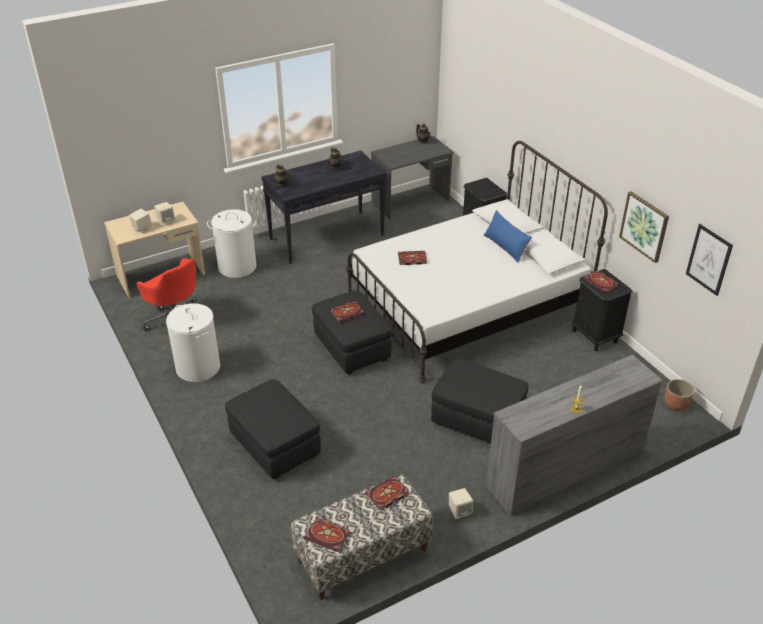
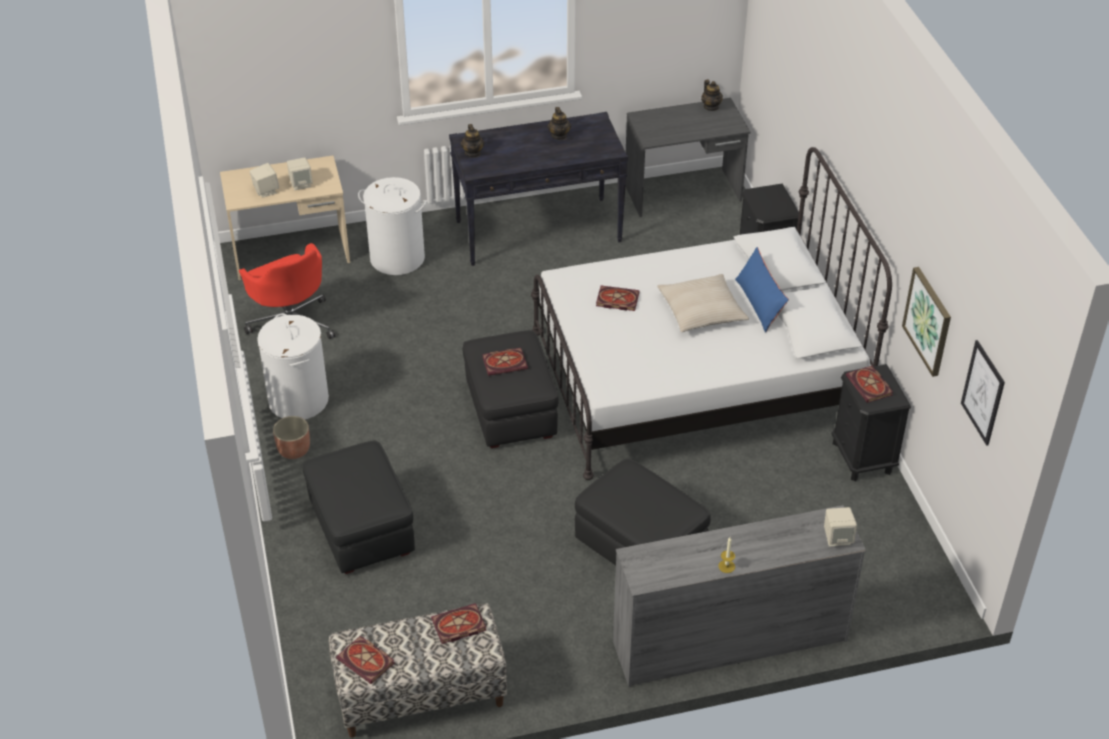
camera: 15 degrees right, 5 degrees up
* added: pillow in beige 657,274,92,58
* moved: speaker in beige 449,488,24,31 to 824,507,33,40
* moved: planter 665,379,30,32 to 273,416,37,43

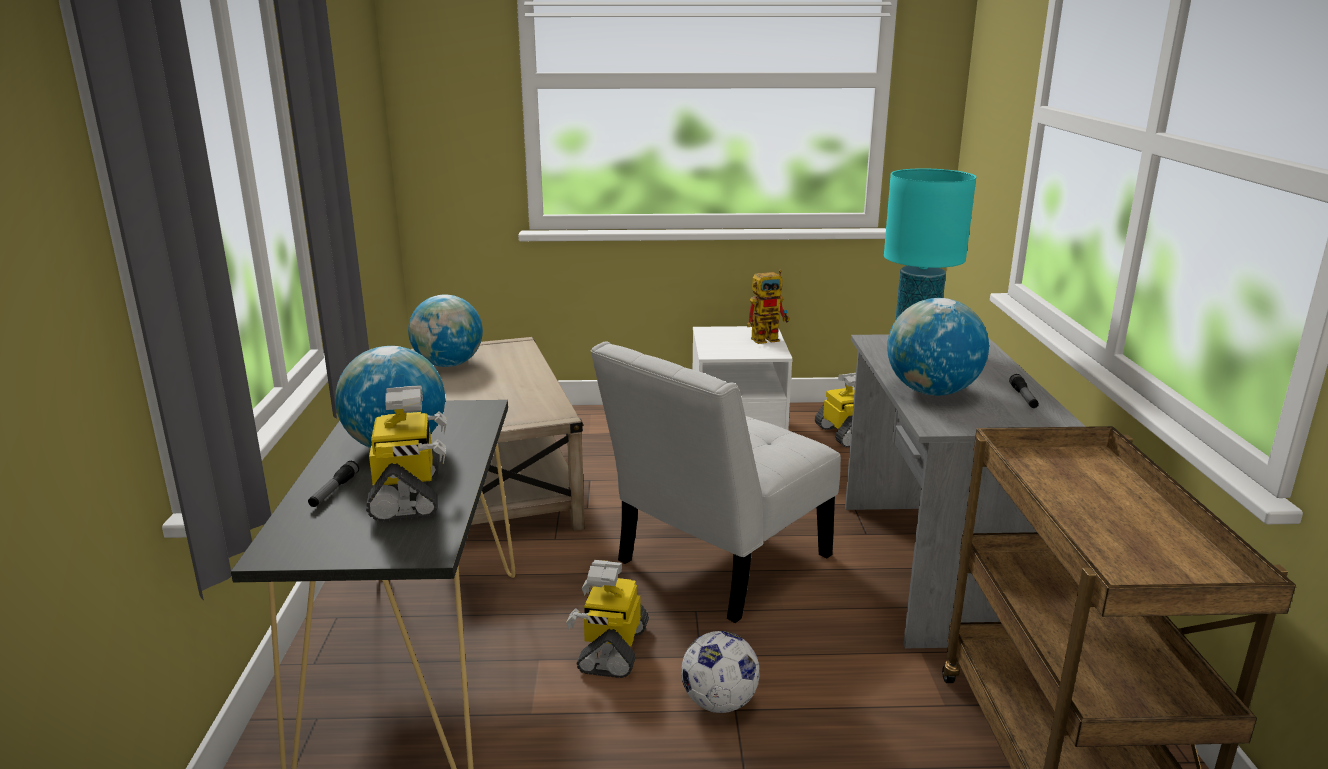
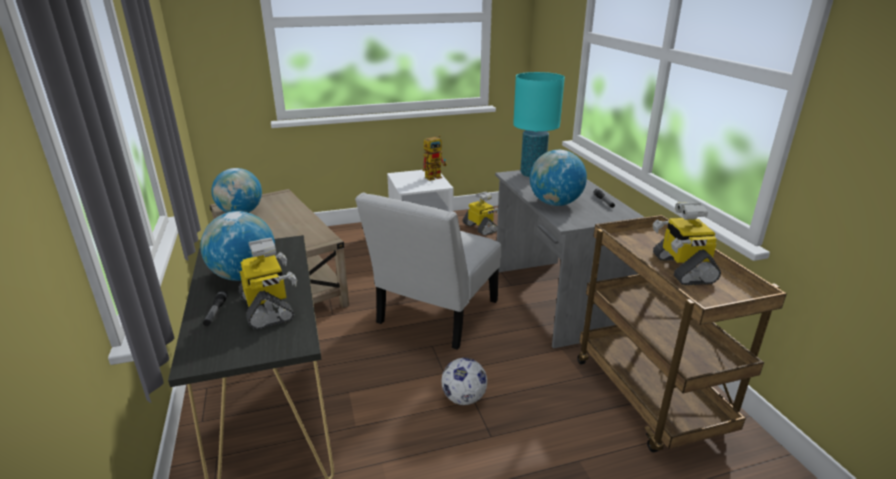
camera: 15 degrees left, 5 degrees up
* moved: toy robot 566,560,83,118 to 653,202,68,83

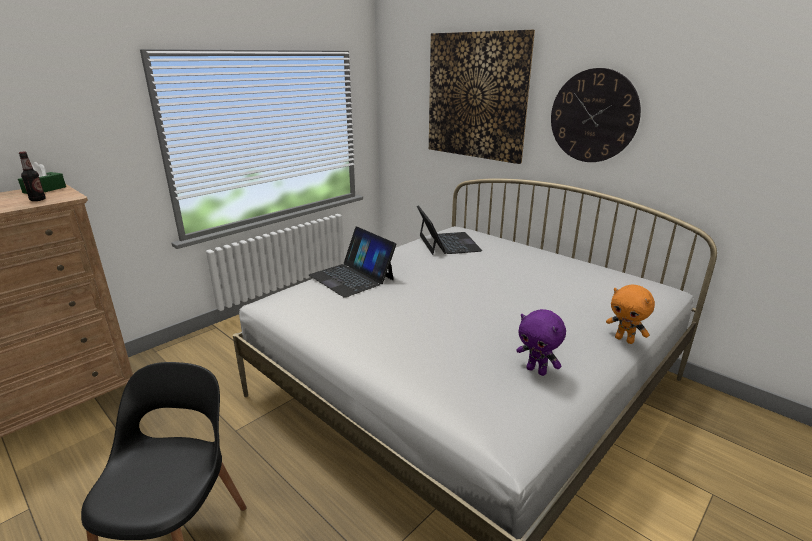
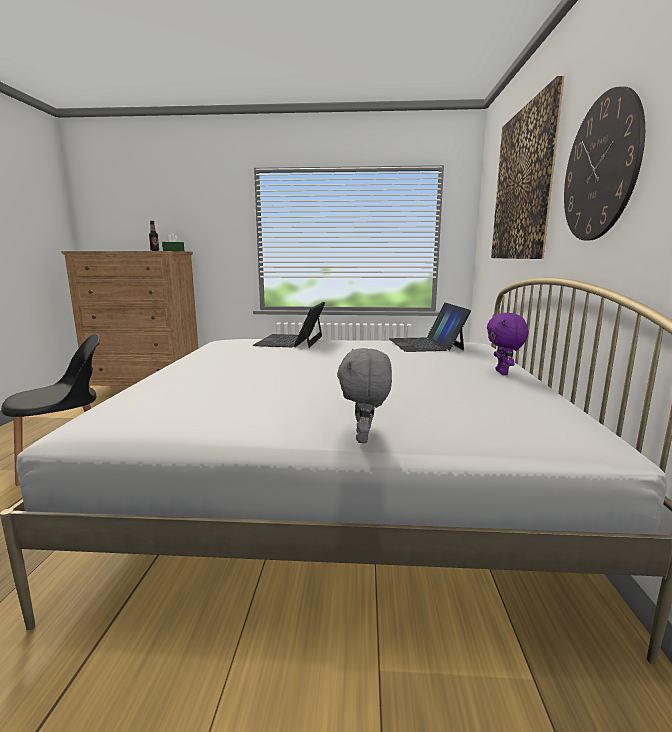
camera: 50 degrees right, 10 degrees down
* moved: plush toy in purple 516,309,50,67 to 487,313,41,62
* recoloured: plush toy in orange 606,284,49,60 to plush toy in grey 337,348,55,95
* turned: laptop 417,205,65,50 = 389,303,82,49 135 degrees clockwise

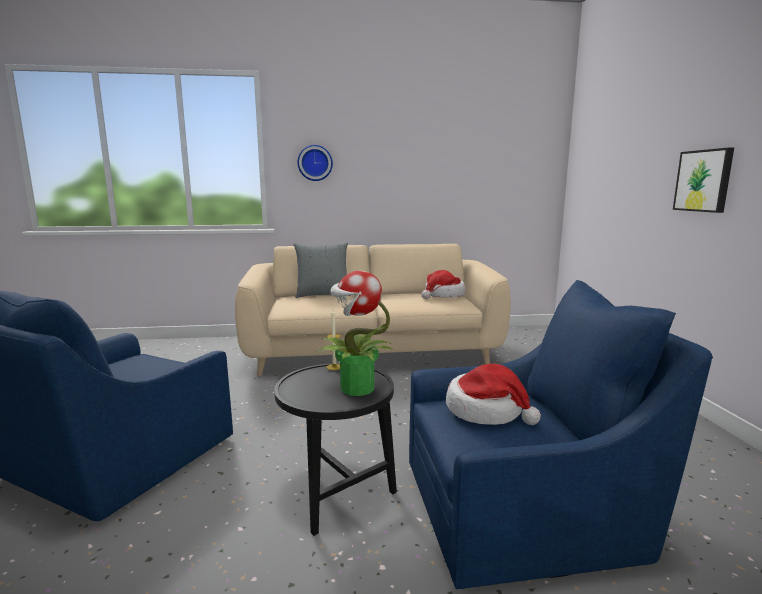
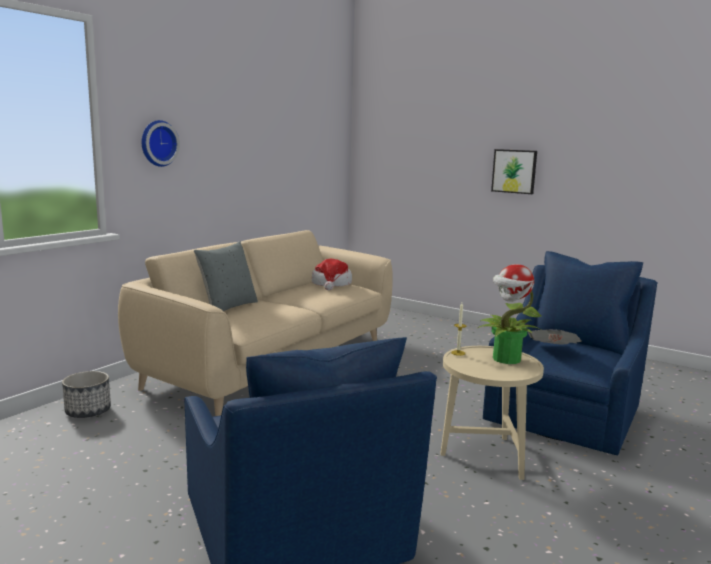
camera: 50 degrees left, 0 degrees up
* added: planter 62,371,49,47
* replaced: hat 446,364,95,61 to newspaper 527,329,55,16
* recoloured: side table in black 274,363,123,173 to side table in beige 440,346,104,134

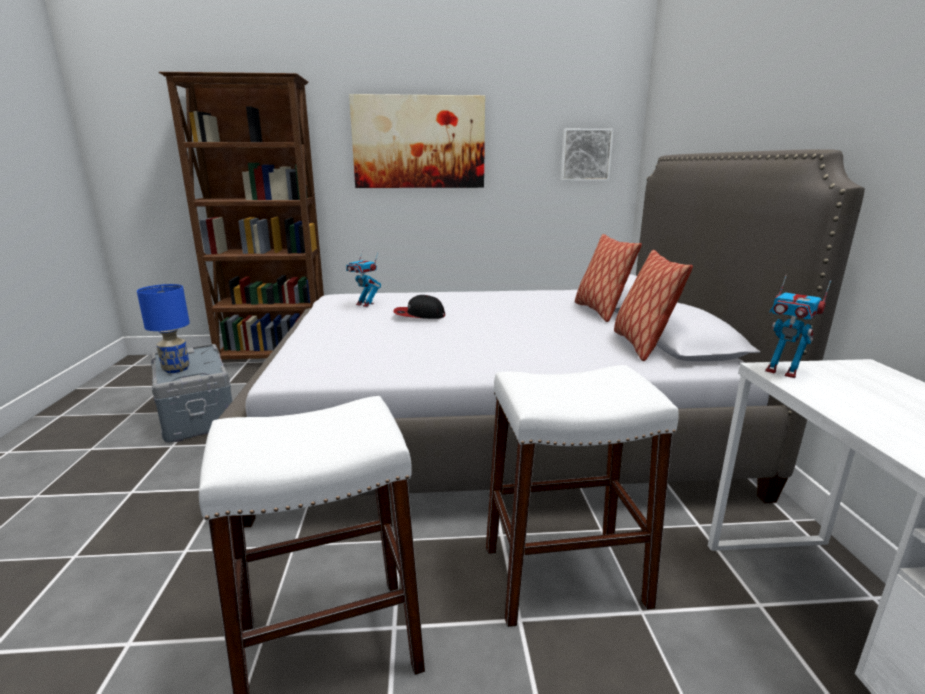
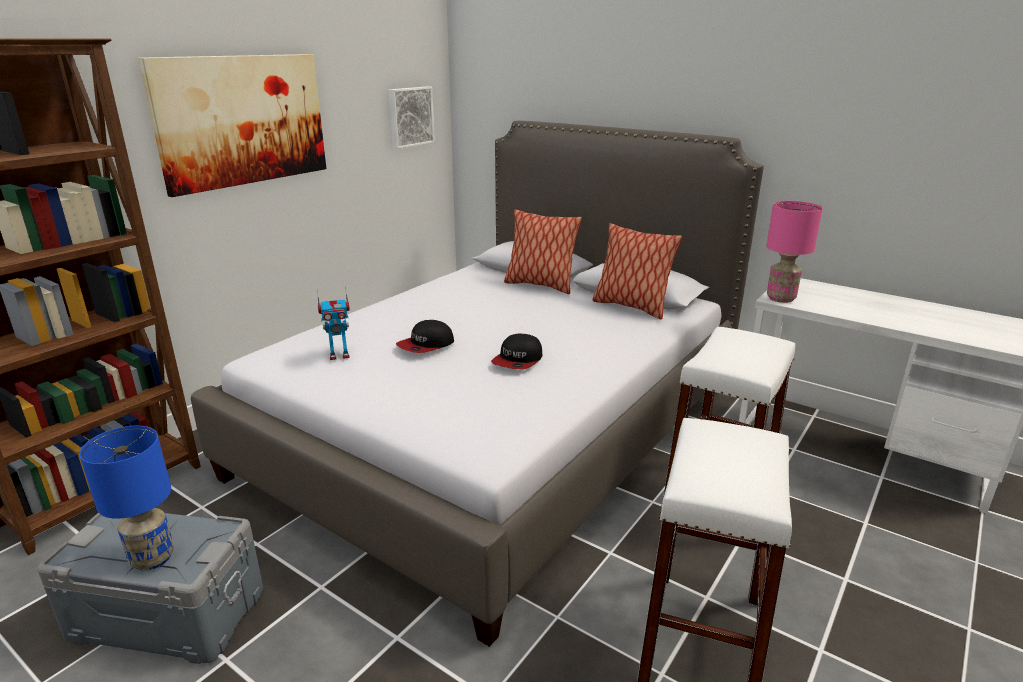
camera: 50 degrees left, 5 degrees up
* added: cap 491,333,51,36
* replaced: toy robot 765,275,66,103 to table lamp in pink 766,201,57,102

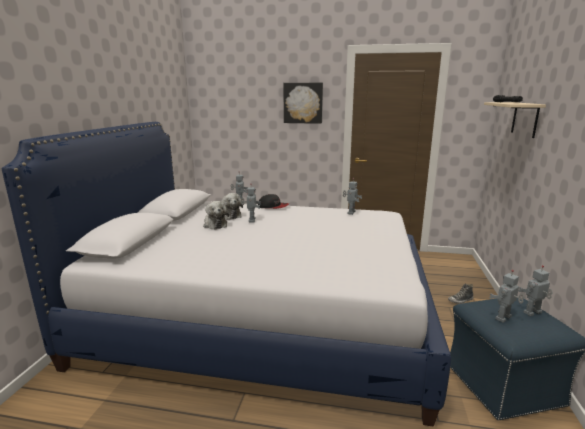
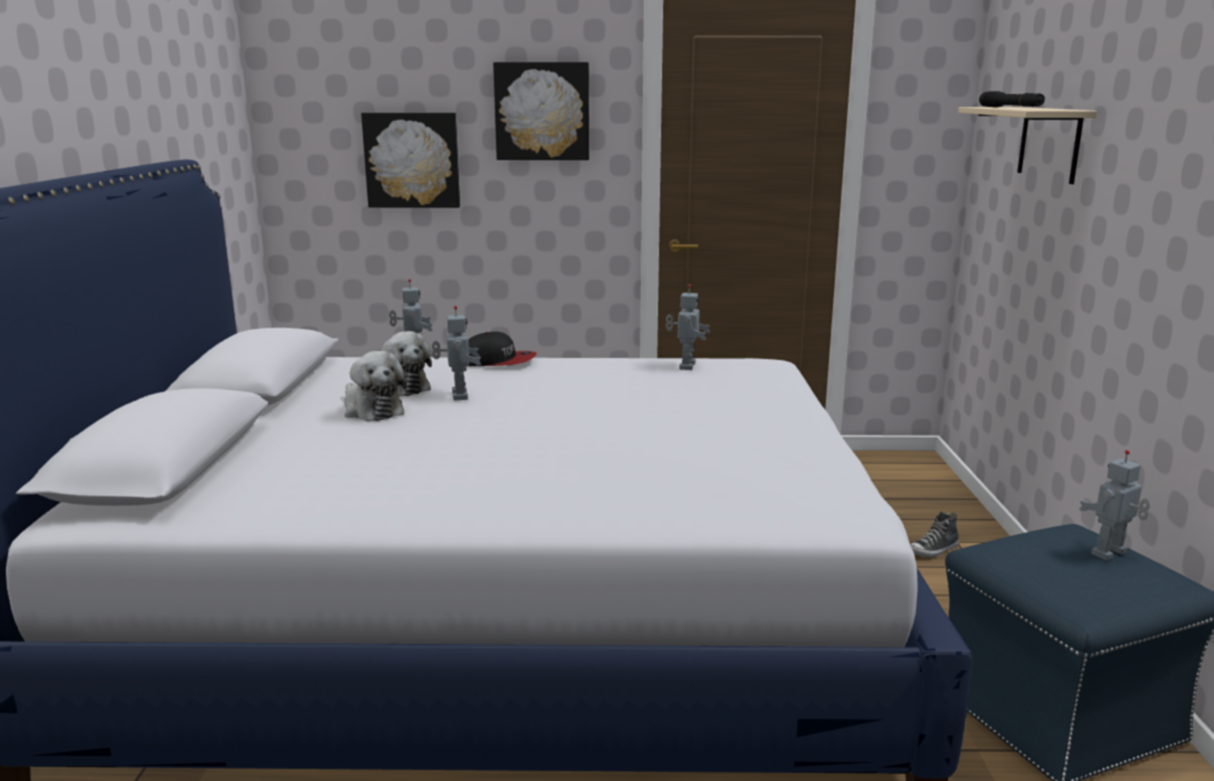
camera: 10 degrees left, 0 degrees up
* removed: toy robot 489,270,35,53
* added: picture 361,113,99,95

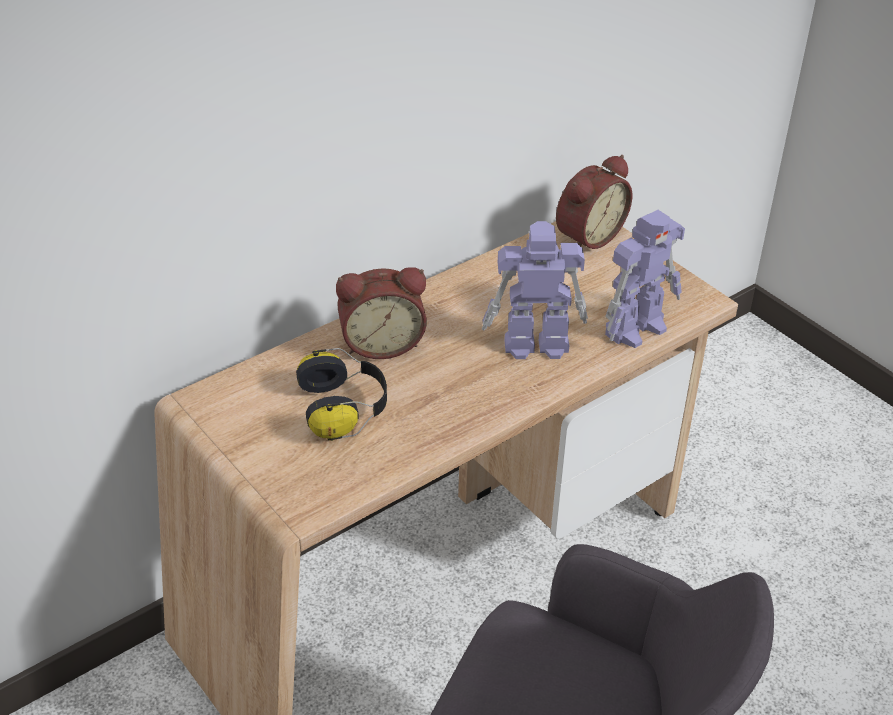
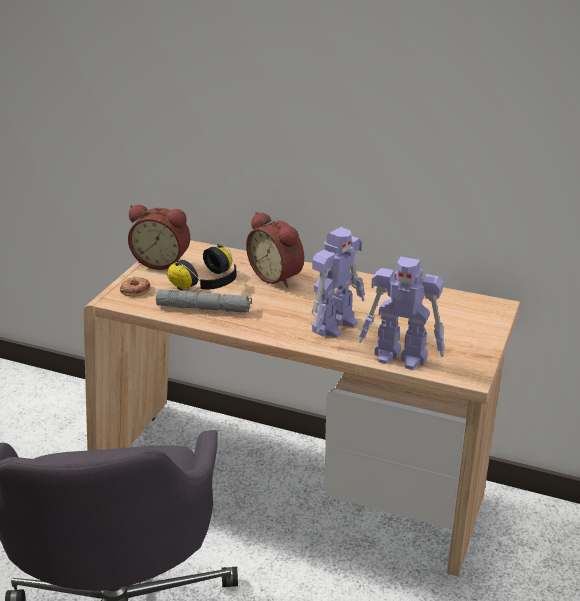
camera: 60 degrees right, 10 degrees down
* added: donut 120,277,31,20
* added: flashlight in grey 156,289,96,24
* moved: alarm clock 556,155,76,94 to 128,205,62,65
* turned: toy robot 482,221,106,138 = 311,227,54,111 75 degrees clockwise

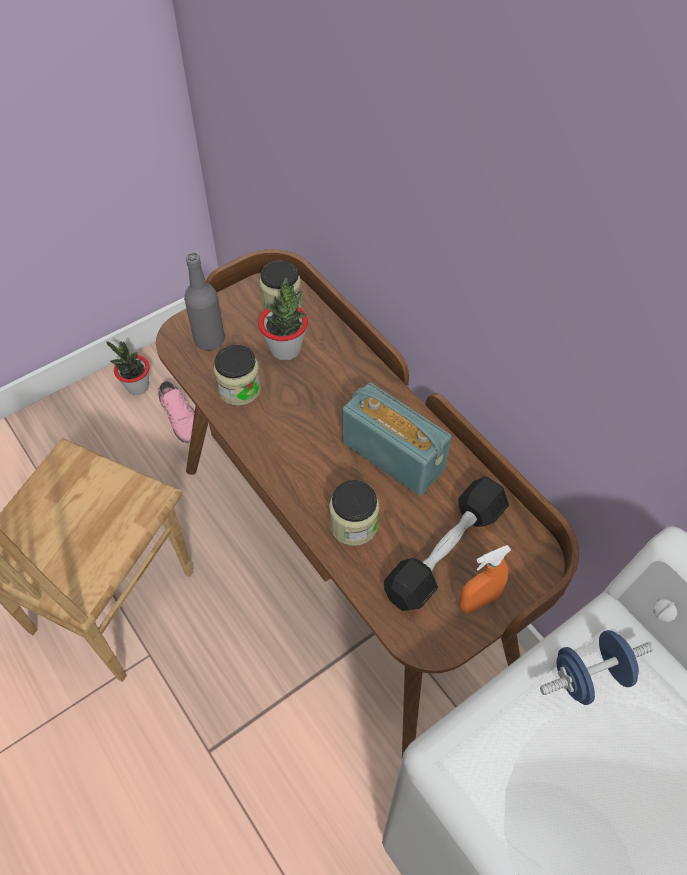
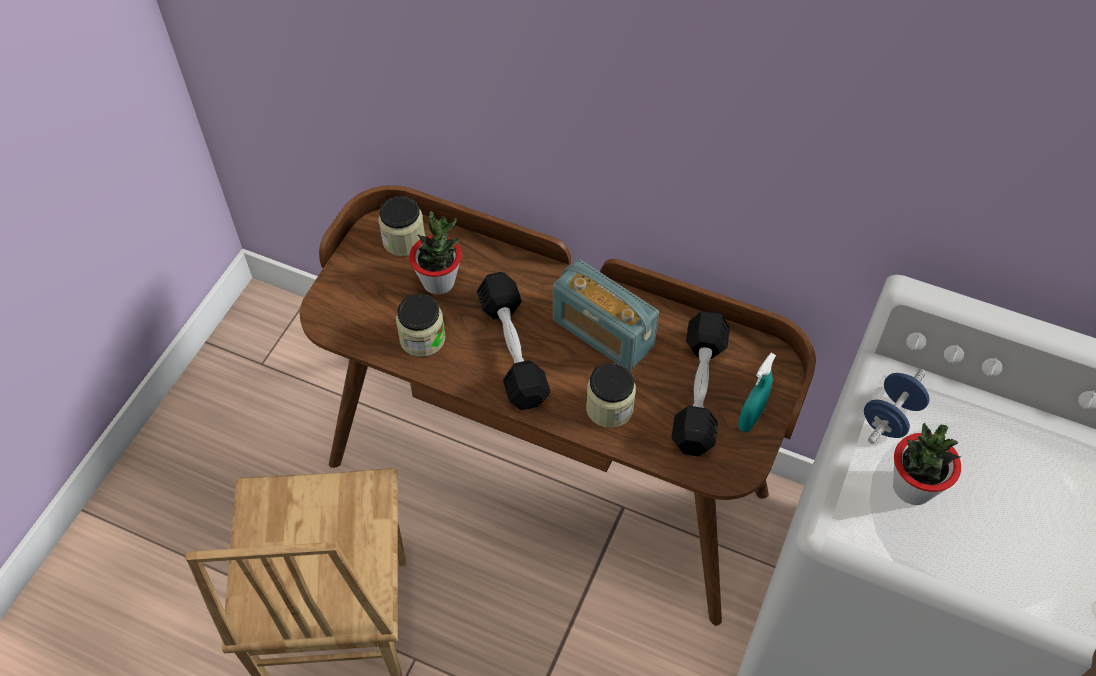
camera: 30 degrees left, 0 degrees up
* removed: shoe in pink 159,381,36,62
* removed: bottle in grey 184,253,41,98
* added: dumbbell in black 477,272,74,138
* moved: potted plant 106,341,44,54 to 893,423,68,82
* recoloured: spray bottle in orange 459,545,52,68 to spray bottle in turquoise 738,353,38,79
* turned: radio 343,383,108,113 = 553,260,106,111 150 degrees counterclockwise

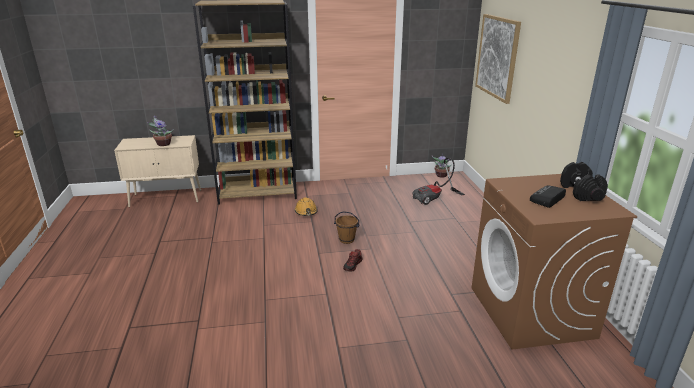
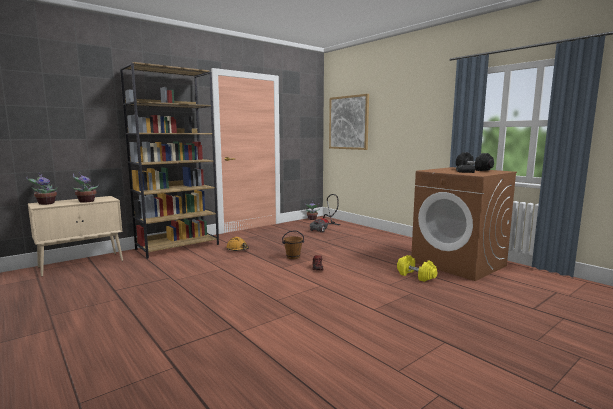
camera: 30 degrees left, 15 degrees down
* added: potted plant 26,174,32,31
* added: dumbbell in yellow 397,255,40,27

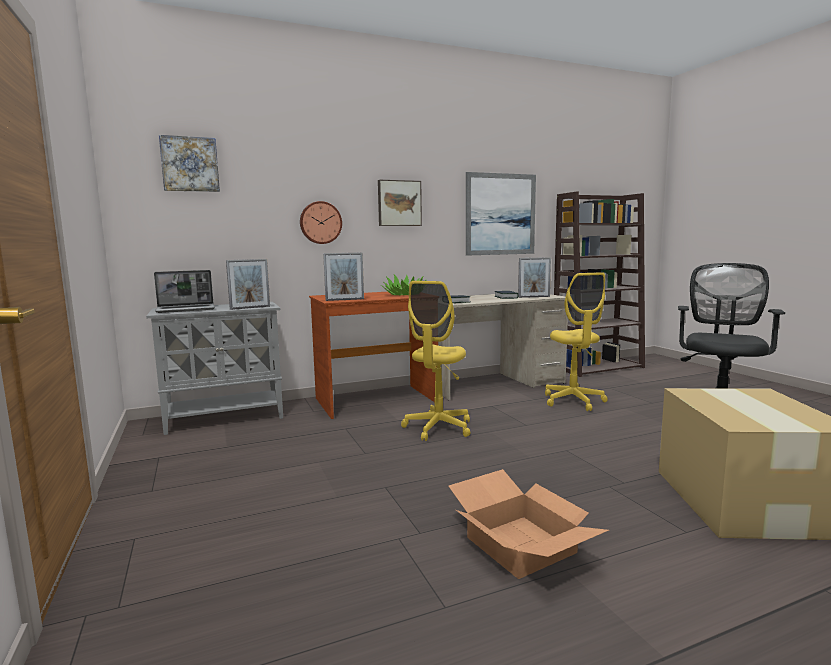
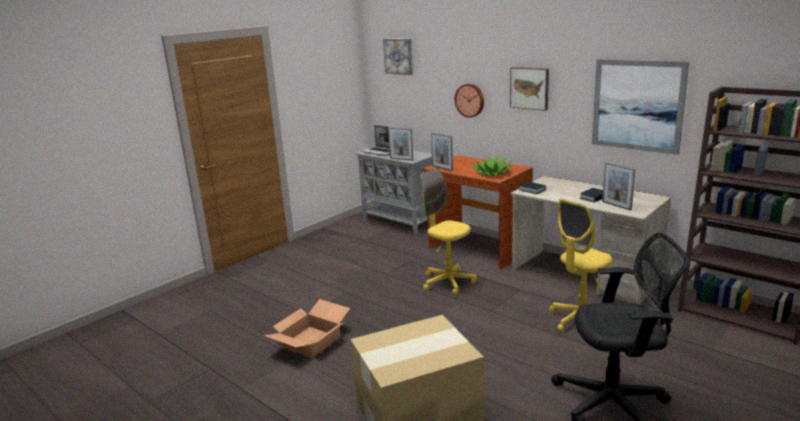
camera: 65 degrees right, 10 degrees up
* turned: office chair in yellow 401,281,69,160 = 421,168,56,128 45 degrees clockwise

